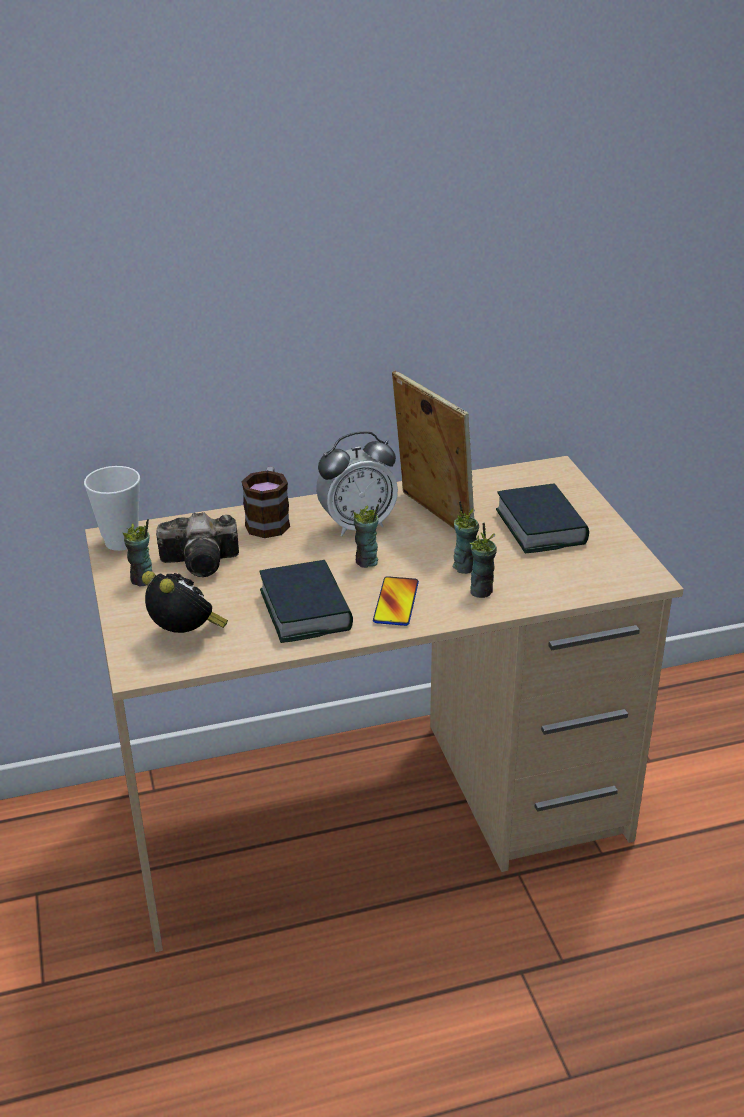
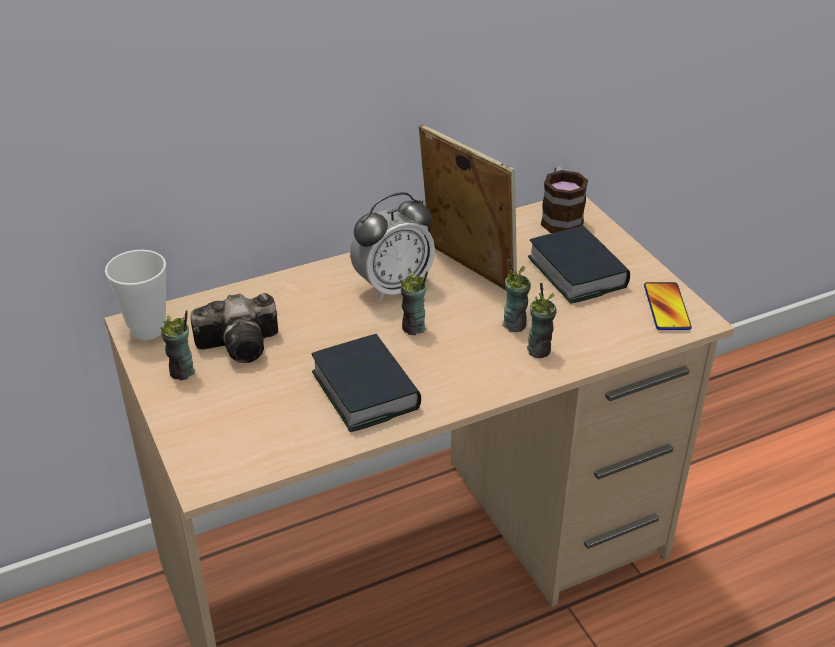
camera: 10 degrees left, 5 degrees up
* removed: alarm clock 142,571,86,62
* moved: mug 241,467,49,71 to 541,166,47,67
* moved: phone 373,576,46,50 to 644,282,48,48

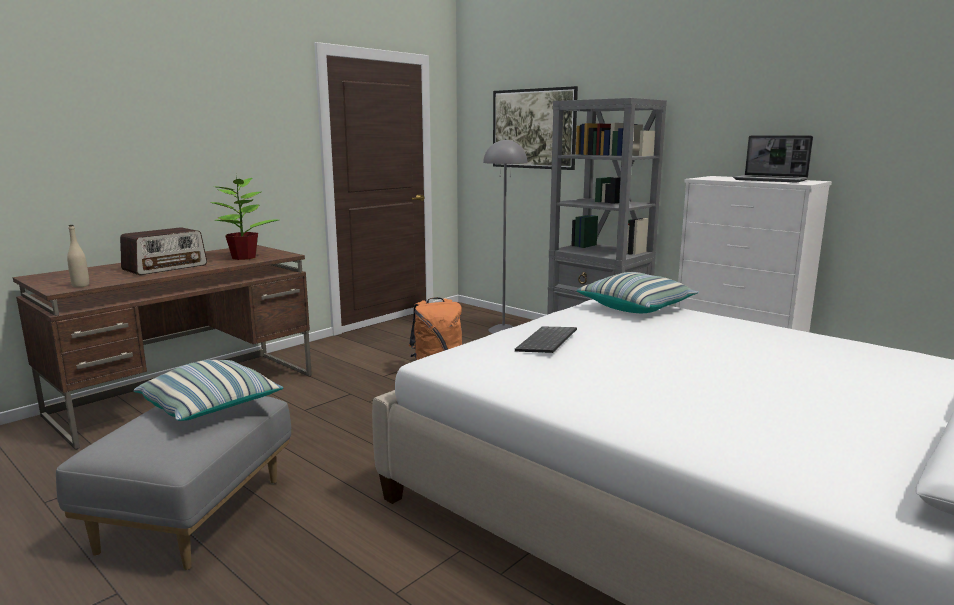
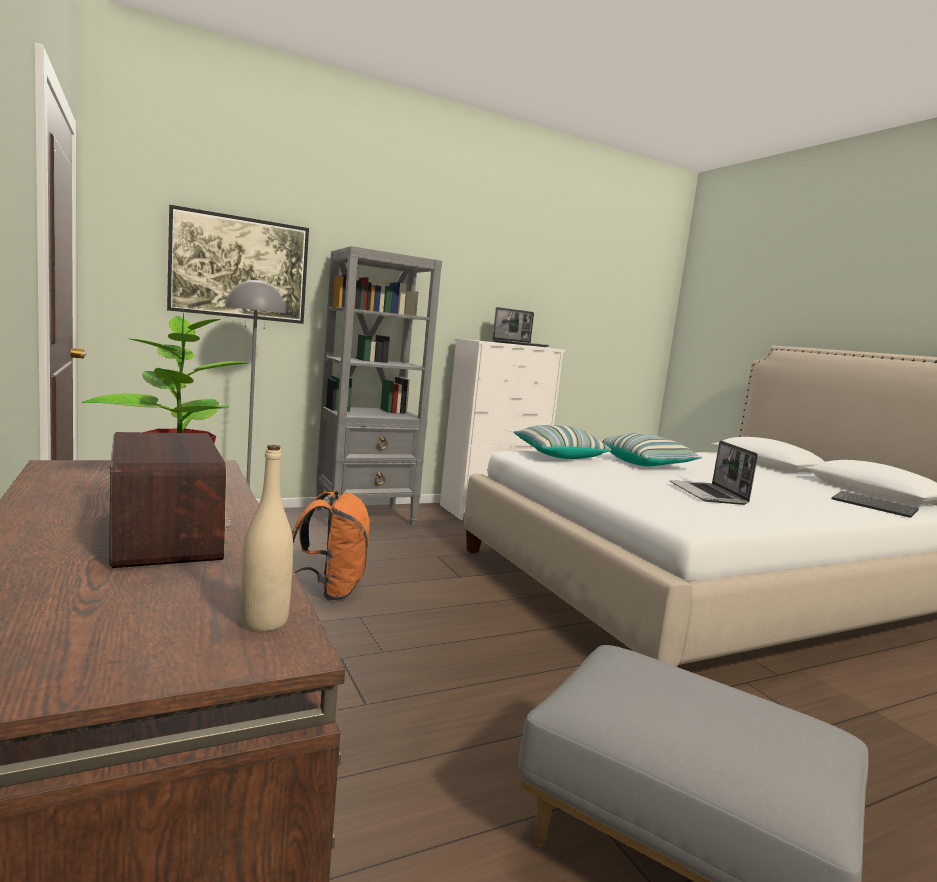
camera: 70 degrees left, 5 degrees down
* added: laptop 670,441,88,64
* moved: pillow 133,360,150,61 to 600,433,103,33
* moved: keyboard 515,327,62,26 to 832,491,87,27

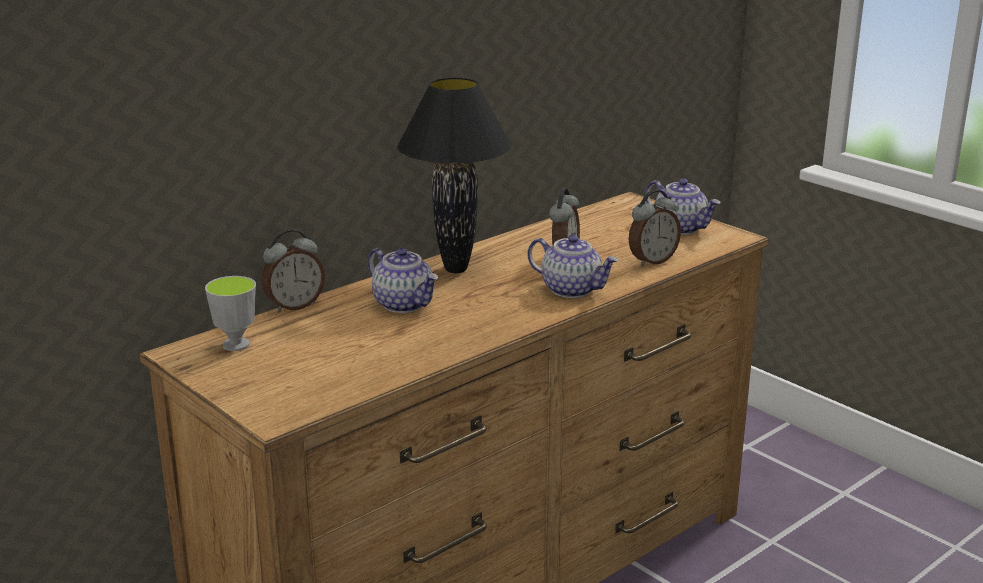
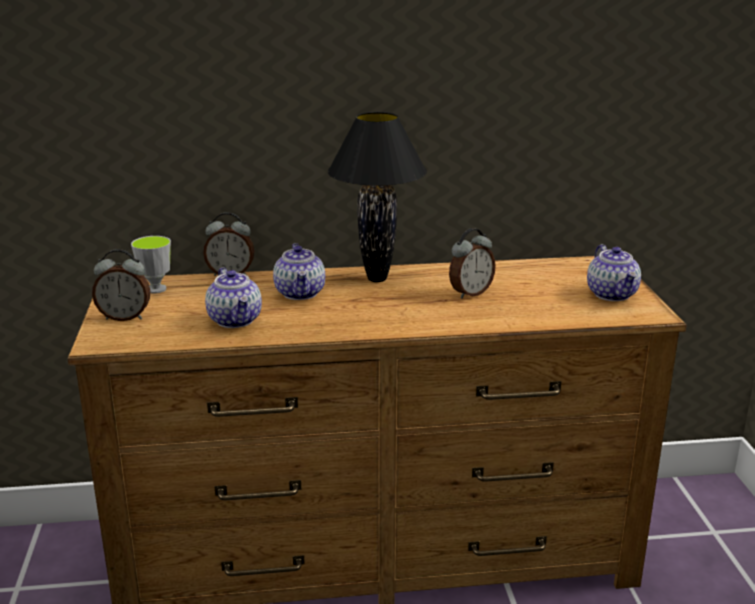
camera: 35 degrees right, 0 degrees up
* moved: teapot 527,235,92,63 to 205,267,57,61
* moved: alarm clock 628,190,53,77 to 92,249,59,72

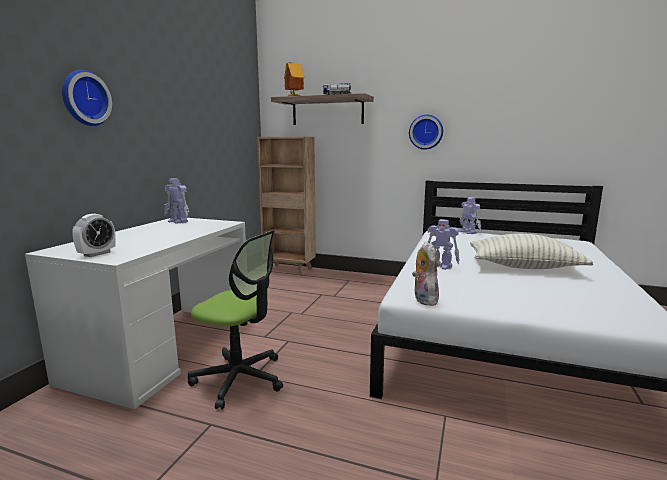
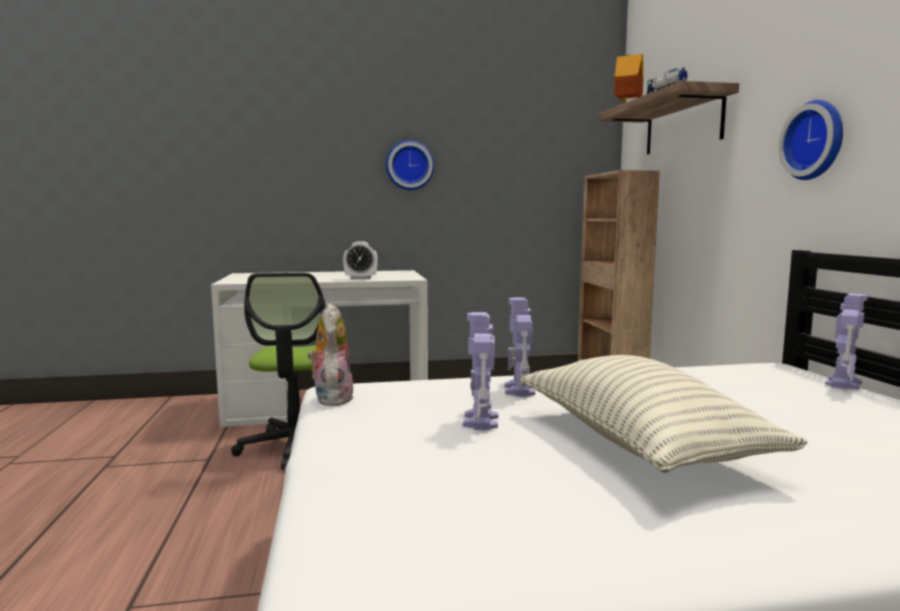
camera: 60 degrees right, 5 degrees down
* moved: wall clock 62,70,50,56 to 386,140,48,50
* moved: alarm clock 72,214,44,43 to 343,241,35,38
* moved: toy robot 164,178,25,46 to 463,312,35,118
* turned: plush toy 412,241,27,65 = 307,303,47,103 60 degrees counterclockwise

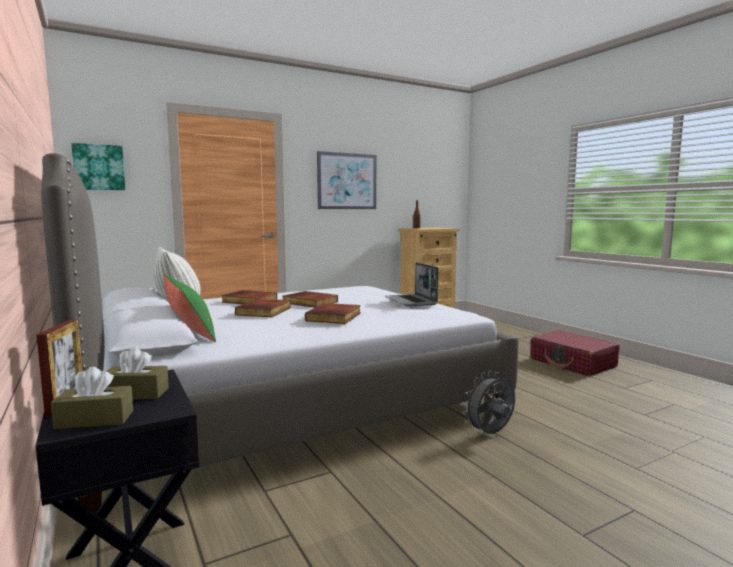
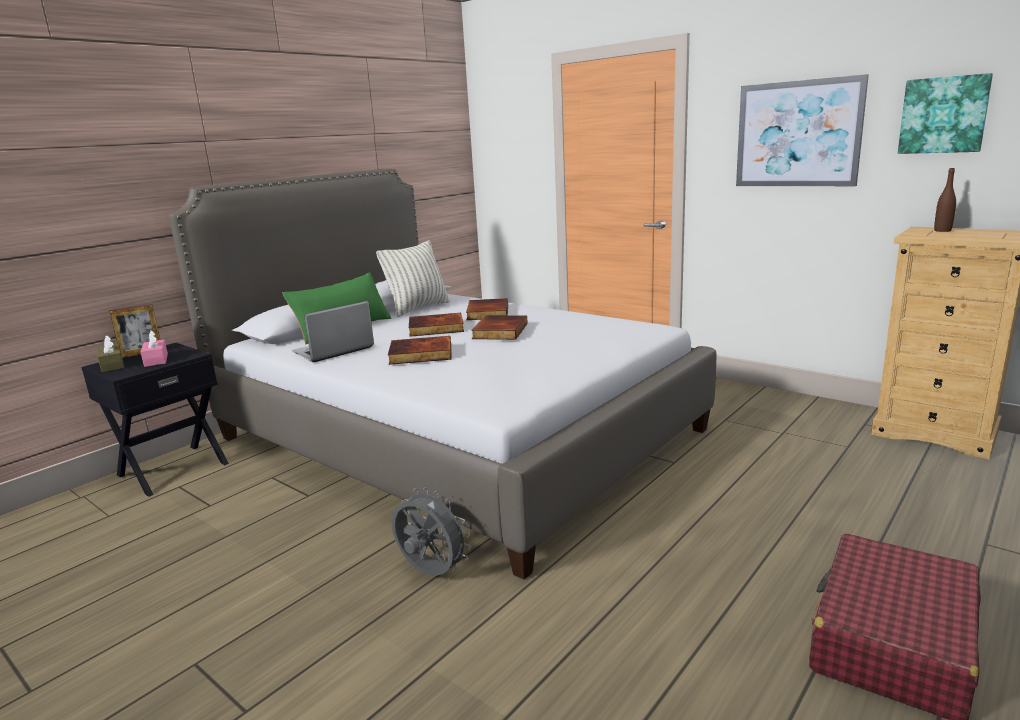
camera: 70 degrees right, 10 degrees up
* moved: picture 71,143,54,47 to 898,73,95,81
* moved: laptop 385,262,53,45 to 292,301,82,61
* recoloured: tissue box in brown 106,347,63,52 to tissue box in pink 141,330,27,37

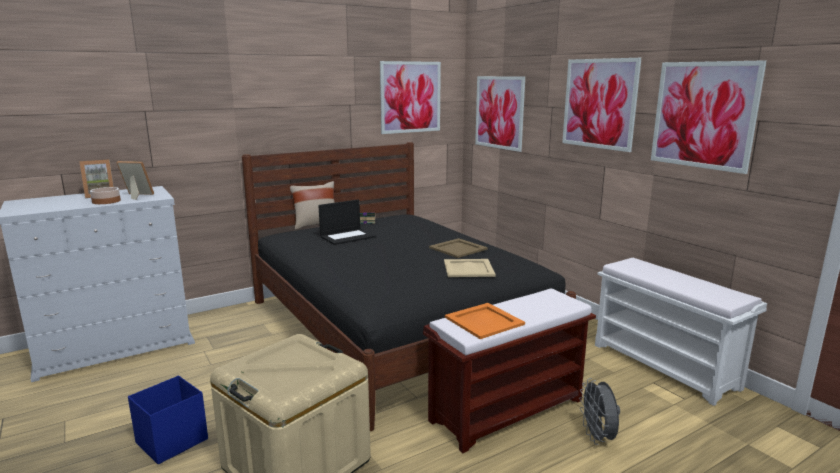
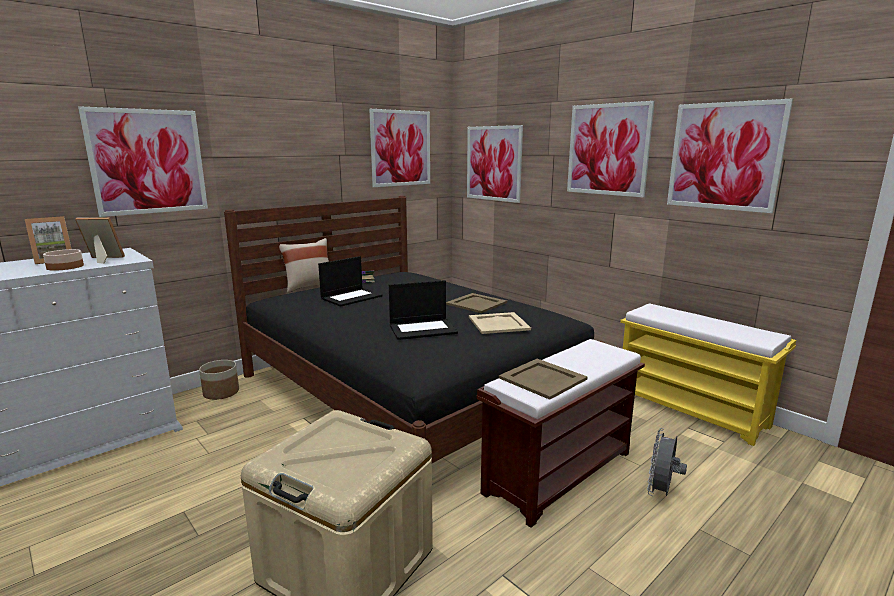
camera: 10 degrees left, 0 degrees up
* removed: storage box in blue 128,376,80,88
* added: picture 78,106,130,111
* added: planter 199,360,40,40
* added: laptop 389,280,69,60
* recoloured: tray in orange 445,303,80,36 to tray in beige 499,359,88,41
* recoloured: bench in white 595,258,172,148 to bench in yellow 620,303,176,143
* turned: fan in grey 579,378,41,67 = 647,428,40,68 45 degrees clockwise

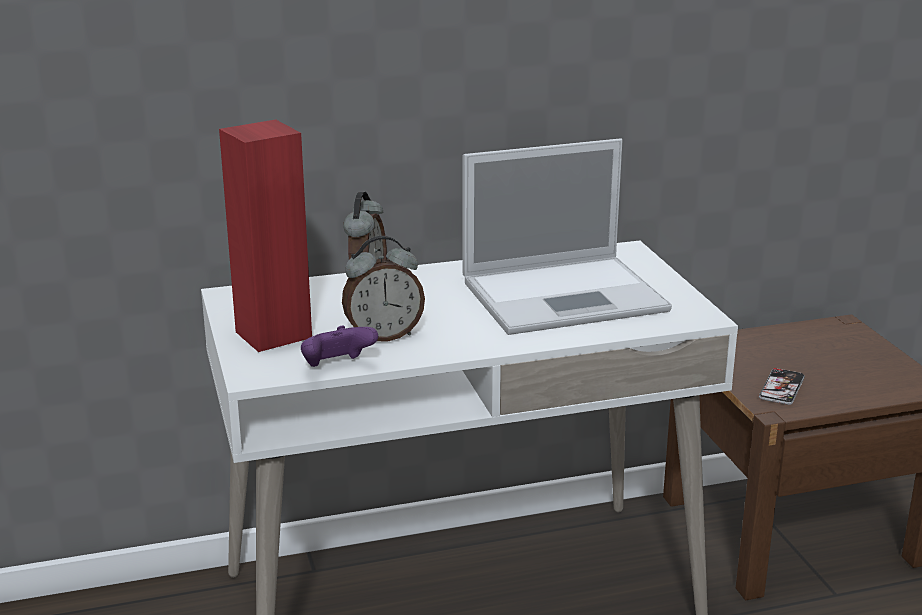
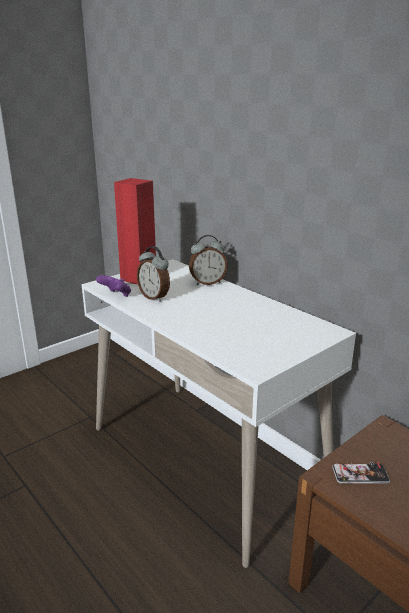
camera: 65 degrees right, 0 degrees up
* removed: laptop 463,138,209,197

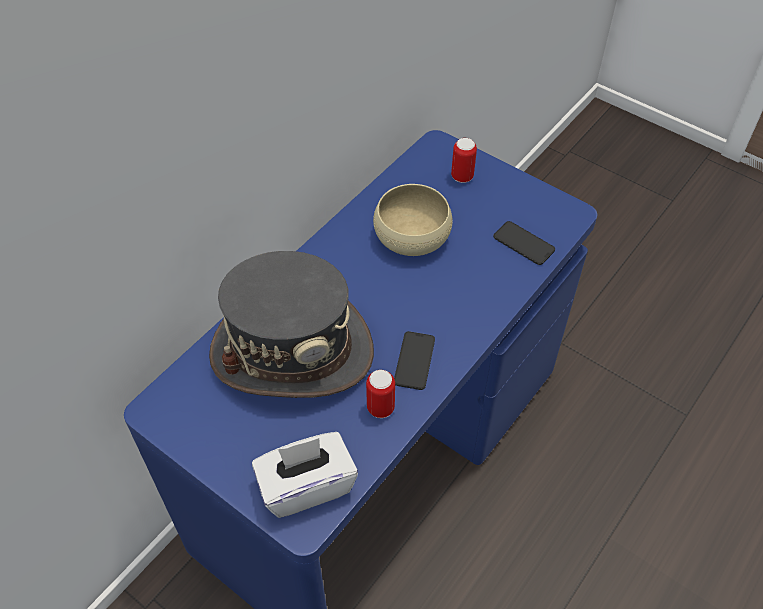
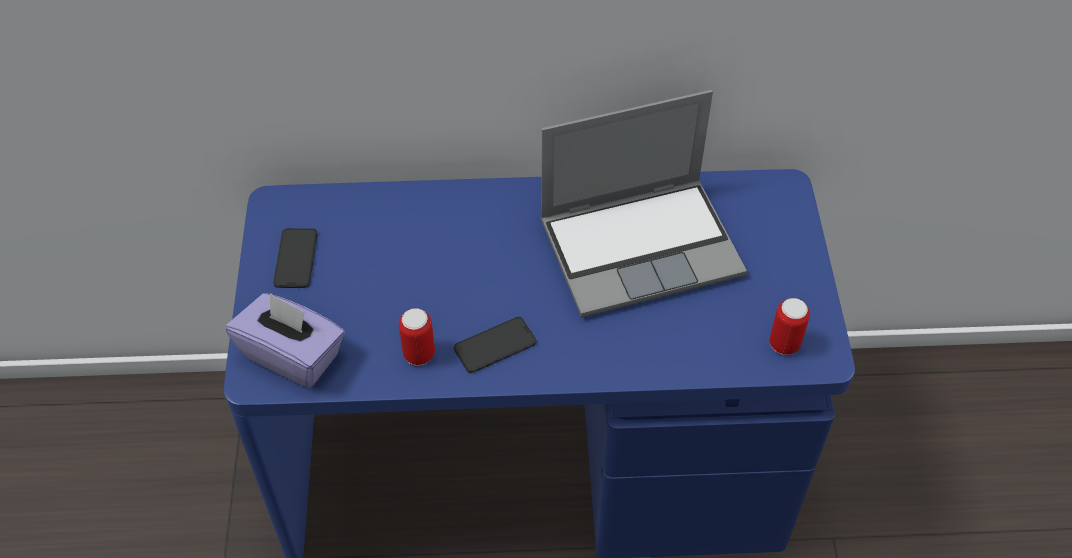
camera: 50 degrees right, 0 degrees up
* removed: hat in grey 209,251,165,147
* moved: can 451,138,26,45 to 769,298,41,57
* moved: phone 493,221,62,44 to 273,228,45,60
* replaced: bowl in beige 373,184,80,72 to laptop 540,90,207,227
* recoloured: tissue box in white 252,432,106,86 to tissue box in purple 226,293,119,95

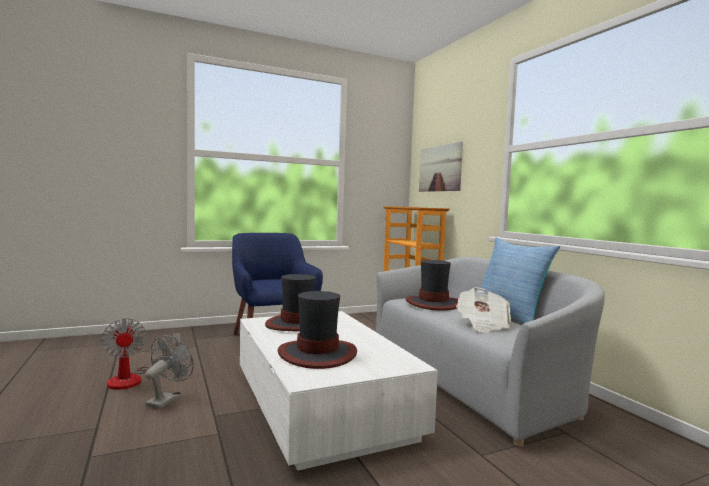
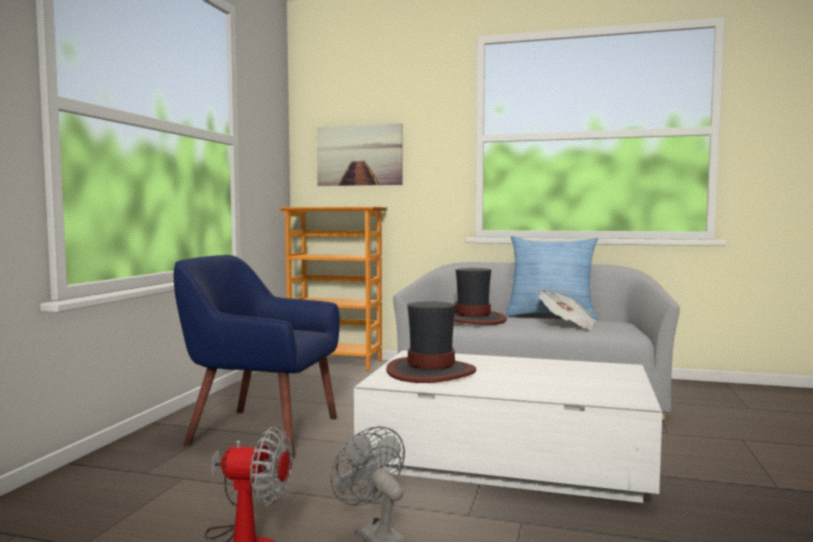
camera: 50 degrees left, 0 degrees up
* removed: hat 278,291,79,78

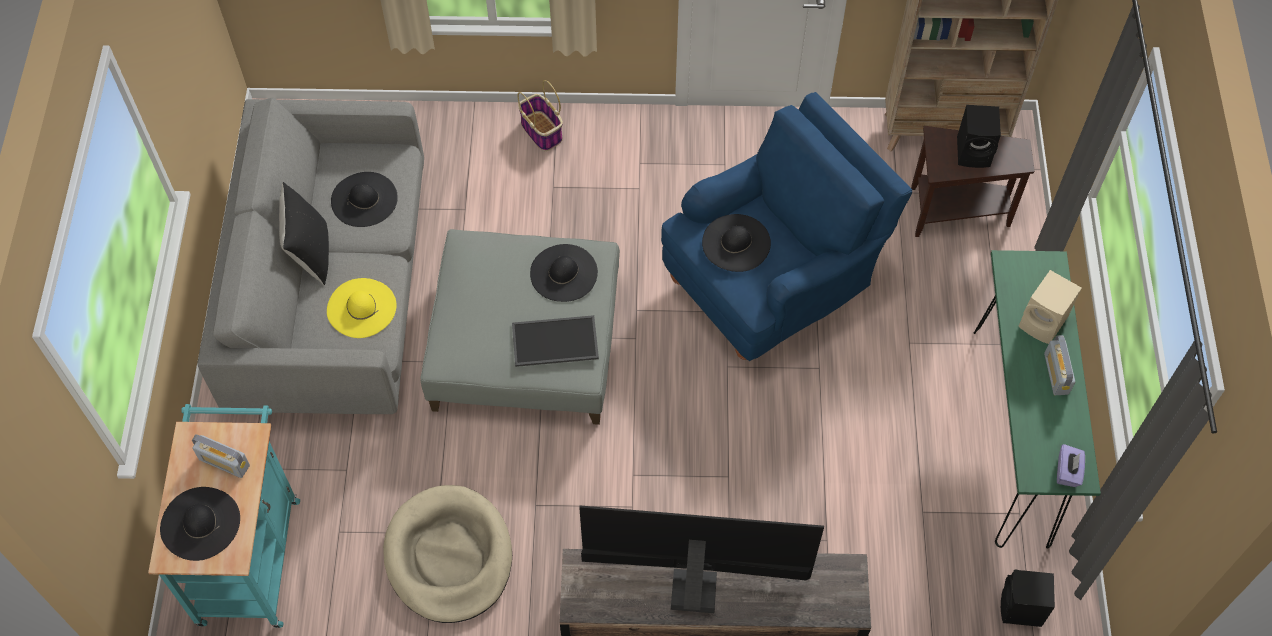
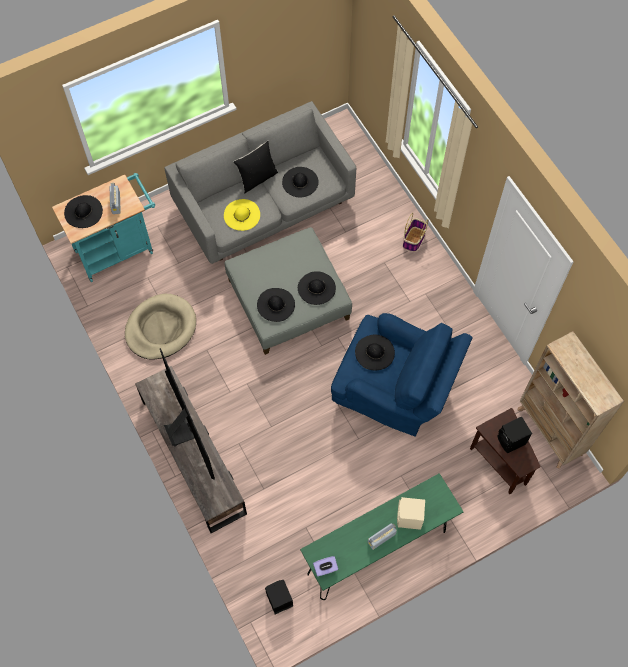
camera: 60 degrees right, 5 degrees up
* replaced: tray 512,315,87,52 to hat in black 257,288,38,34

